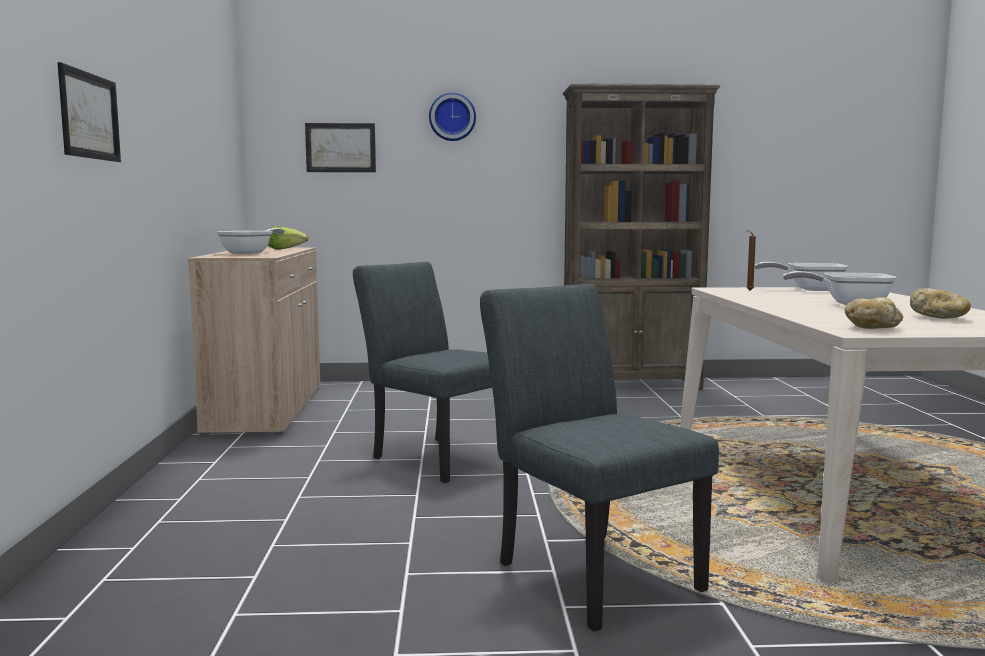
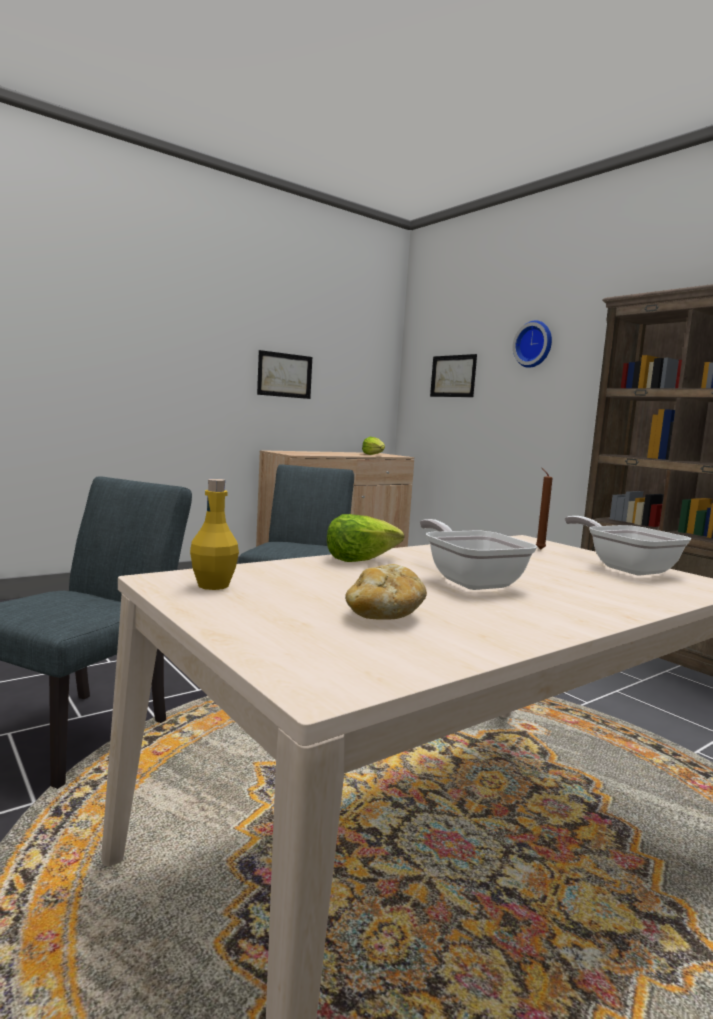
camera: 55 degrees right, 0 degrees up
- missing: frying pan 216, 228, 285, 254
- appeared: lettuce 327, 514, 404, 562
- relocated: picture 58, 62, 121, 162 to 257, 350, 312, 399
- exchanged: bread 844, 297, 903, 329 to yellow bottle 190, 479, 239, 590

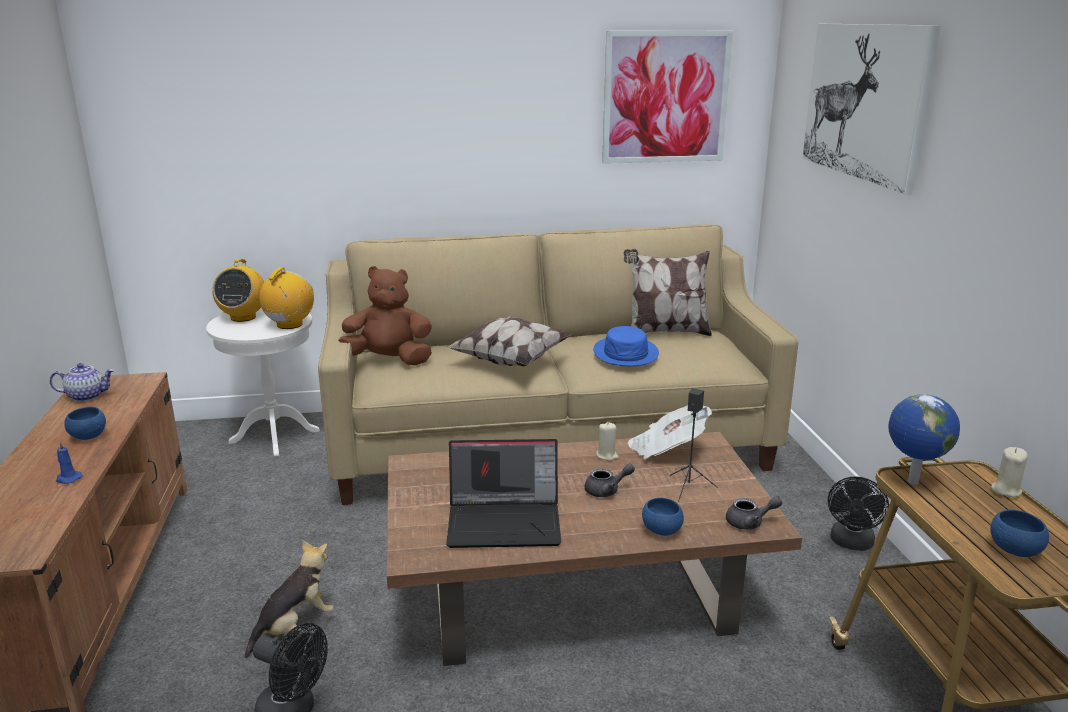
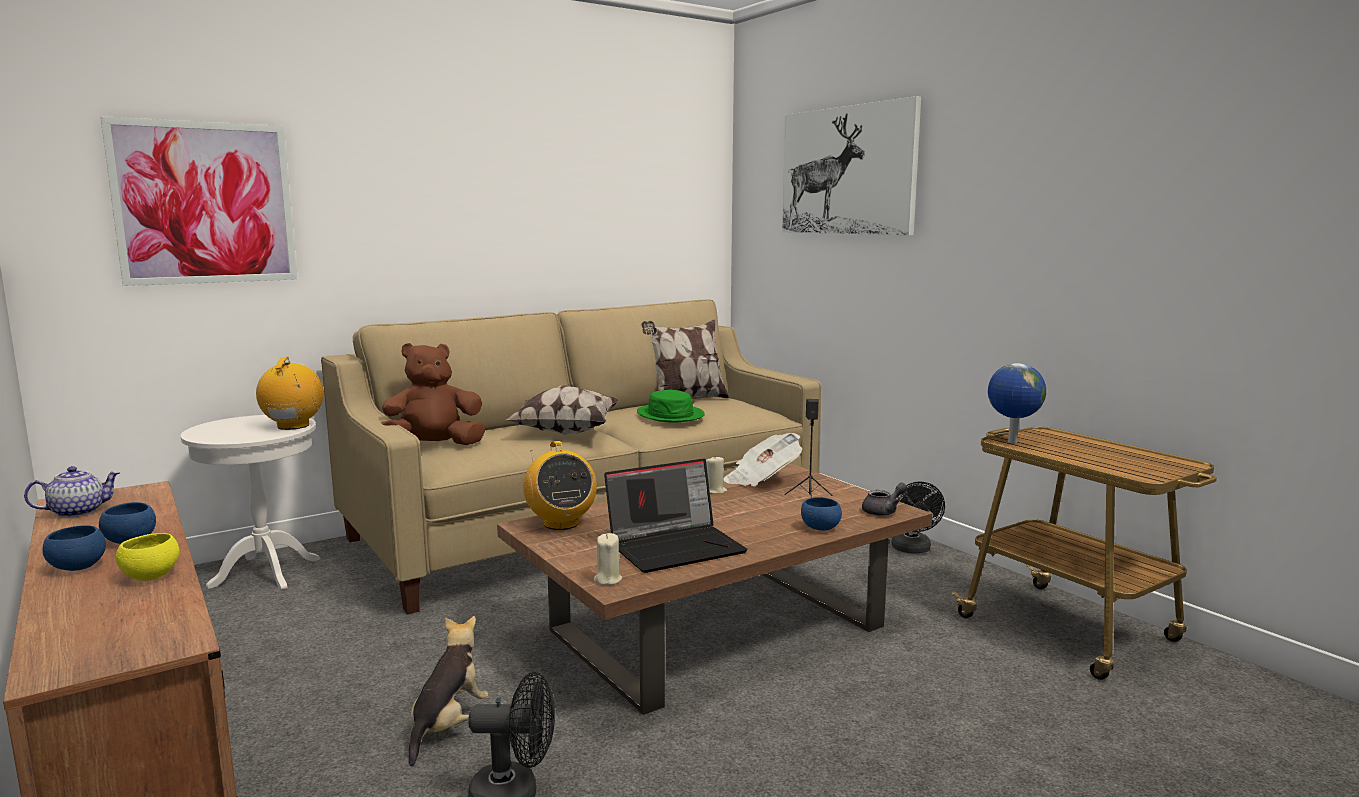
camera: 25 degrees left, 10 degrees down
- missing: grey teapot 585, 463, 635, 497
- relocated: radio 212, 259, 264, 322 to 523, 441, 597, 530
- relocated: picture 602, 30, 733, 164 to 101, 117, 297, 286
- relocated: blue bowl 990, 510, 1049, 557 to 42, 525, 106, 571
- relocated: beige candle 991, 447, 1028, 497 to 594, 533, 622, 585
- exchanged: blue candle 56, 441, 83, 484 to yellow bowl 116, 533, 180, 581
- colour: blue hat 593, 326, 659, 366 to green hat 637, 390, 705, 422

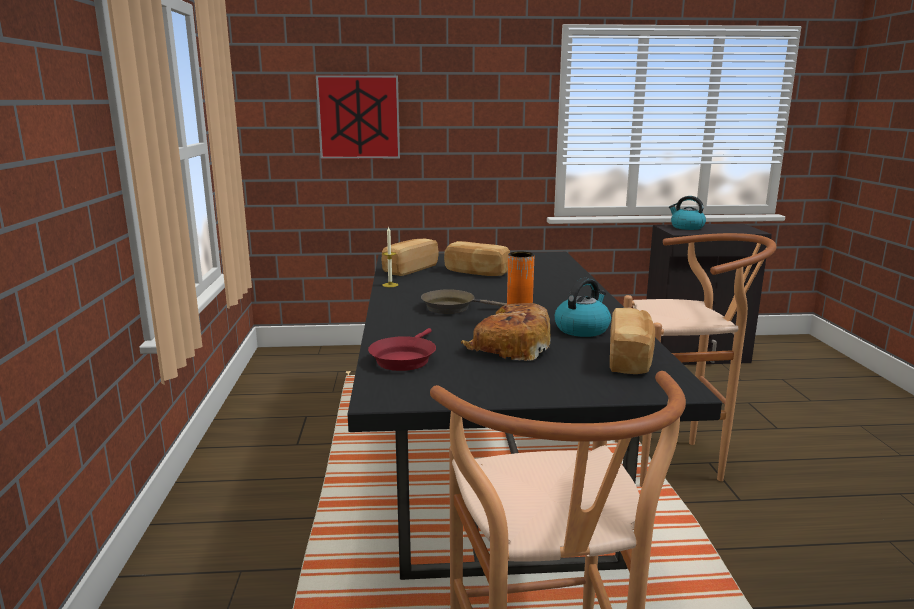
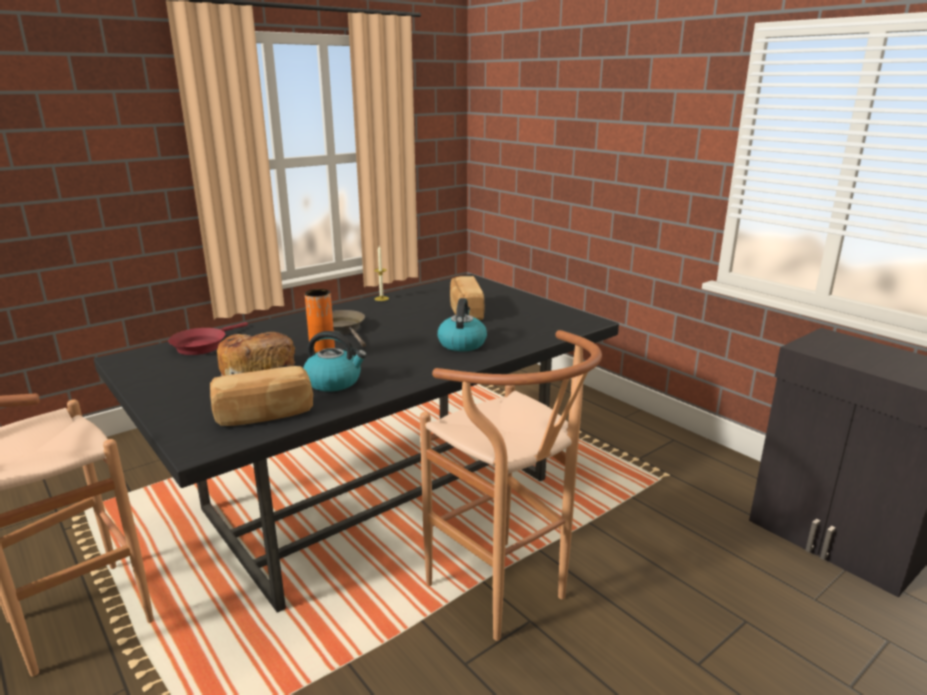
camera: 55 degrees right, 5 degrees up
- missing: picture 316, 75, 400, 159
- missing: bread 381, 239, 439, 276
- relocated: kettle 669, 196, 706, 230 to 437, 298, 487, 351
- spun: red frying pan 368, 328, 436, 371 = 168, 322, 248, 355 45 degrees counterclockwise

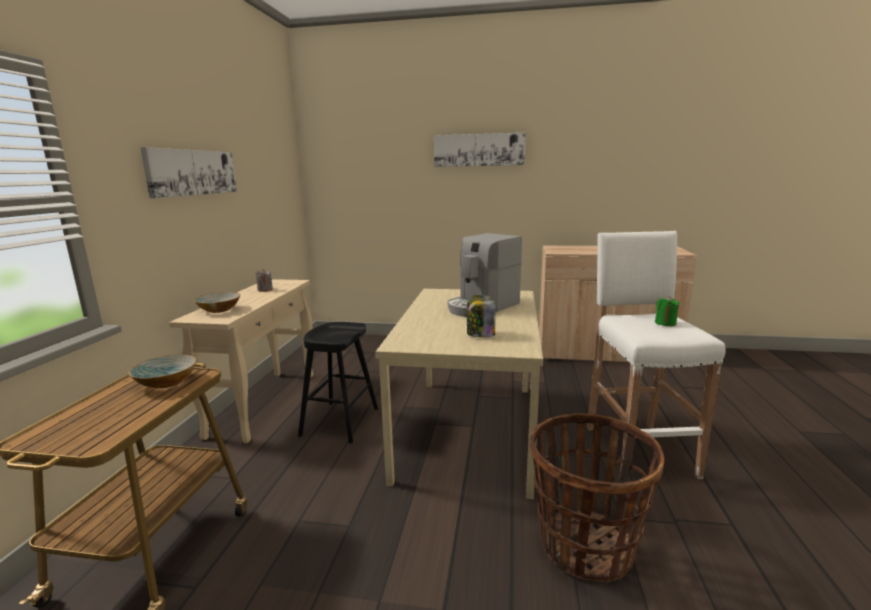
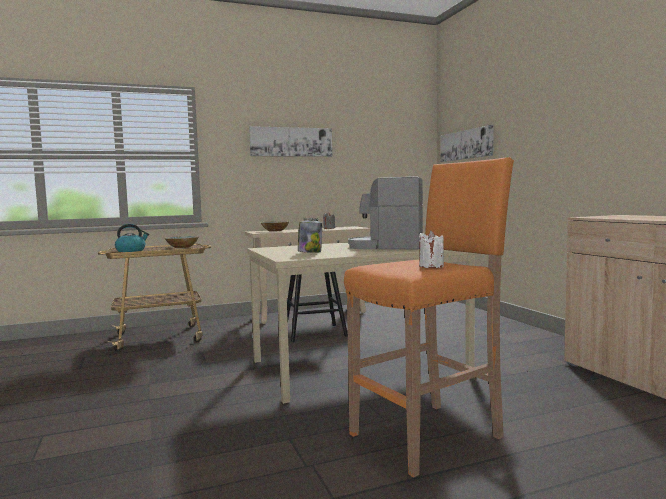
camera: 60 degrees right, 10 degrees down
- missing: basket 531, 413, 664, 582
- appeared: kettle 115, 224, 149, 252
- relocated: picture 434, 133, 526, 167 to 440, 125, 494, 162
- colour: white stool 587, 231, 725, 479 to orange stool 344, 157, 514, 478
- colour: green candle 655, 296, 680, 326 to white candle 419, 230, 444, 268

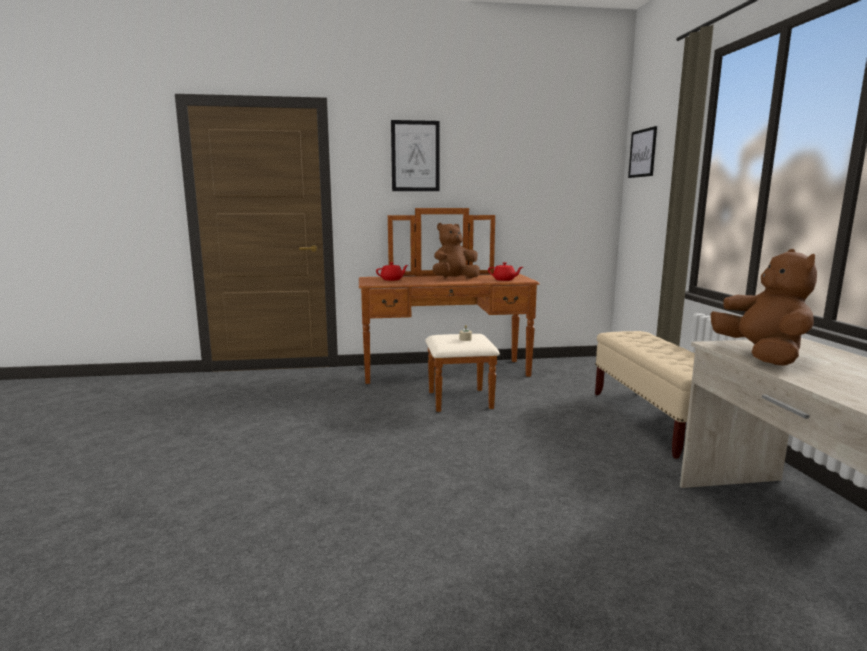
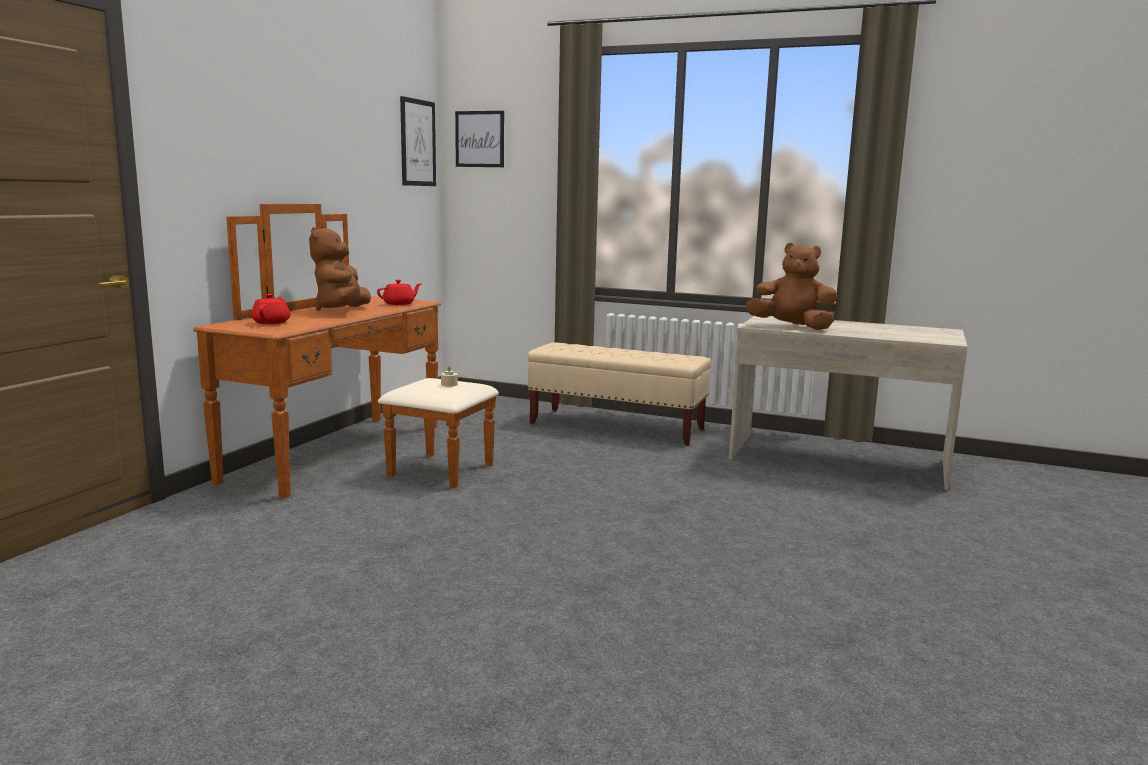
camera: 60 degrees left, 0 degrees up
- relocated: picture 391, 120, 440, 191 to 400, 96, 436, 186

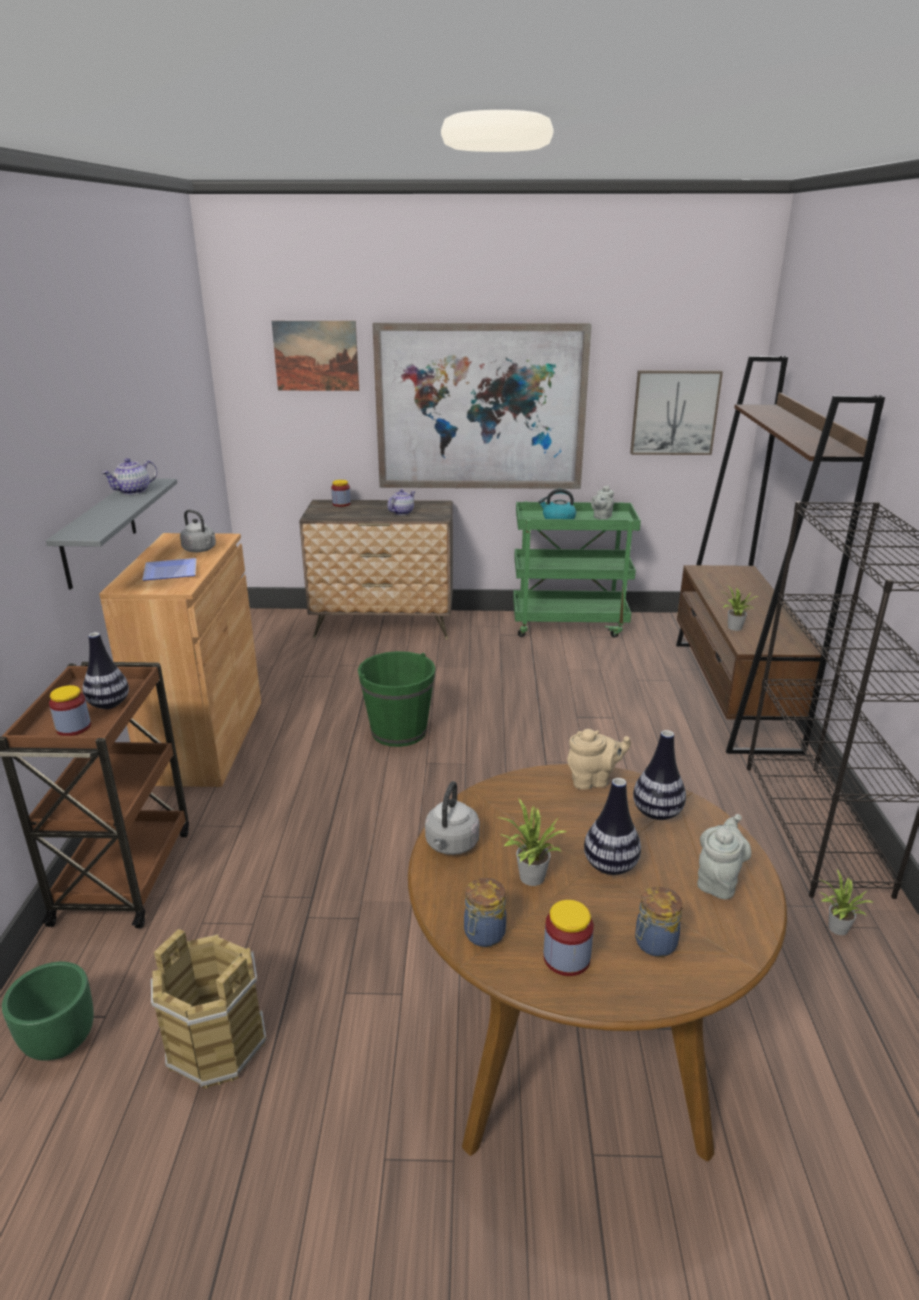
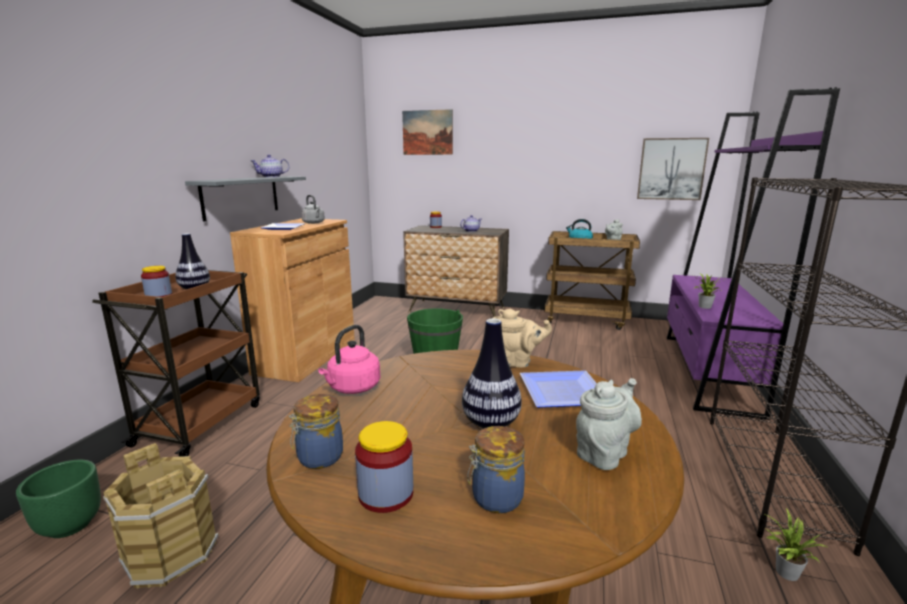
camera: 15 degrees right, 10 degrees down
- missing: picture 372, 323, 592, 489
- missing: potted plant 496, 798, 567, 886
- exchanged: vase 633, 730, 686, 820 to plate 520, 370, 597, 408
- colour: grey kettle 425, 781, 480, 855 to pink kettle 318, 325, 380, 394
- colour: green cart 513, 501, 641, 638 to brown cart 545, 231, 640, 330
- colour: brown bookcase 676, 356, 885, 755 to purple bookcase 667, 88, 840, 420

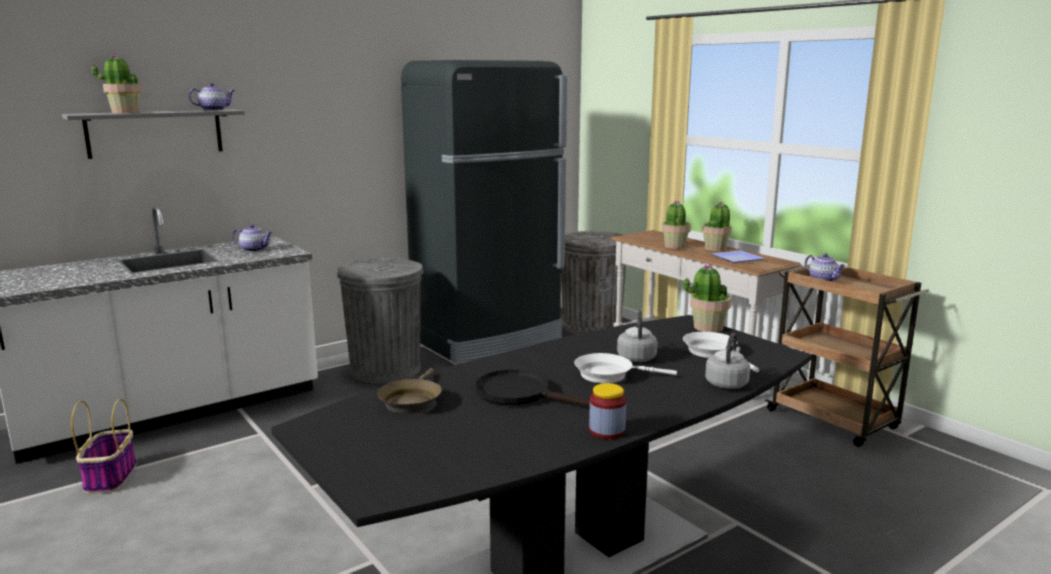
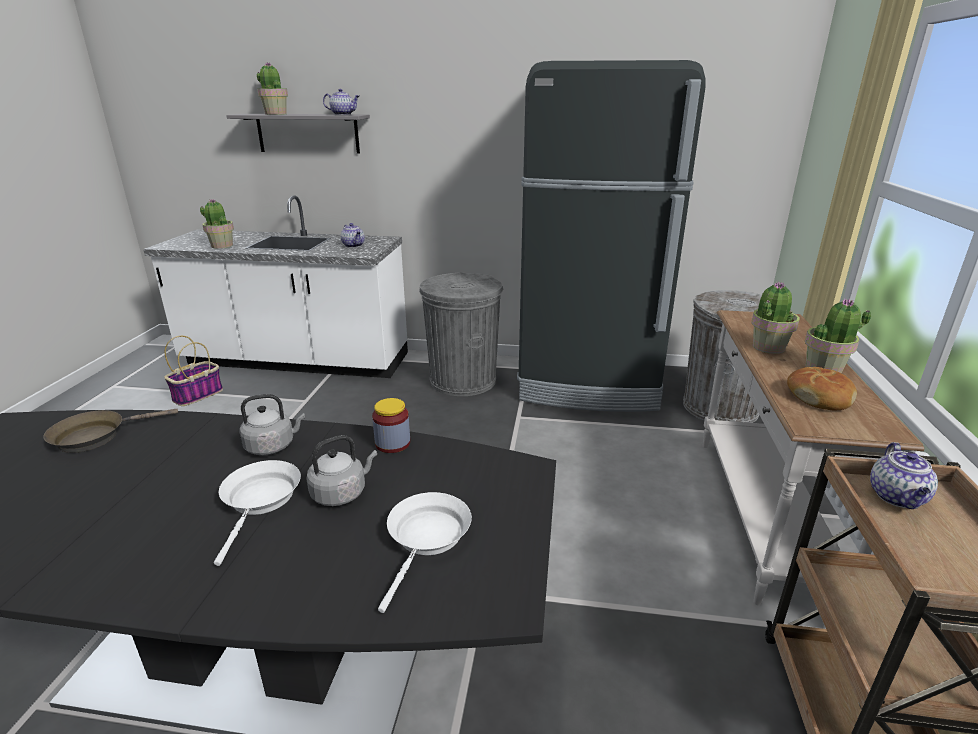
camera: 45 degrees right, 10 degrees up
- missing: black frying pan 475, 370, 590, 407
- relocated: jar 589, 383, 626, 439 to 372, 398, 410, 453
- relocated: potted plant 683, 263, 731, 332 to 200, 199, 234, 249
- relocated: grey kettle 705, 333, 750, 389 to 239, 394, 305, 455
- exchanged: plate 712, 250, 765, 263 to bread 787, 367, 857, 410
- spun: white frying pan 574, 353, 677, 383 = 214, 460, 301, 566 45 degrees clockwise

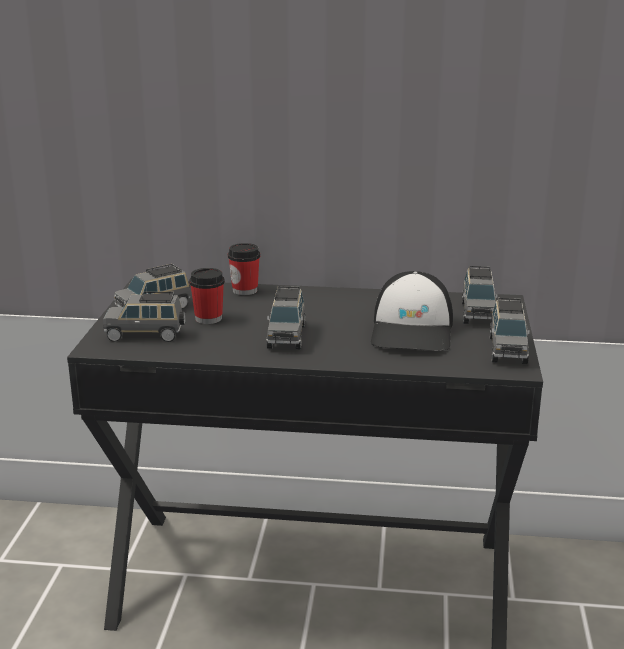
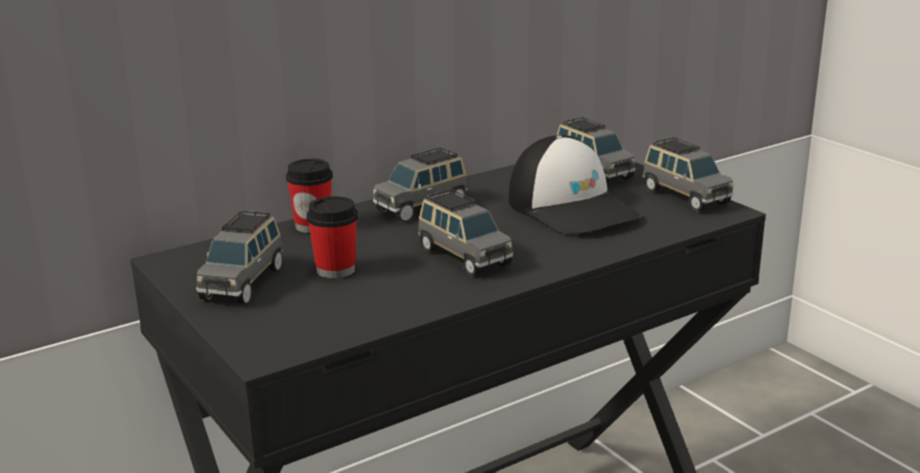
camera: 40 degrees left, 0 degrees up
- relocated: grey toy car 103, 292, 185, 342 to 373, 147, 468, 222

